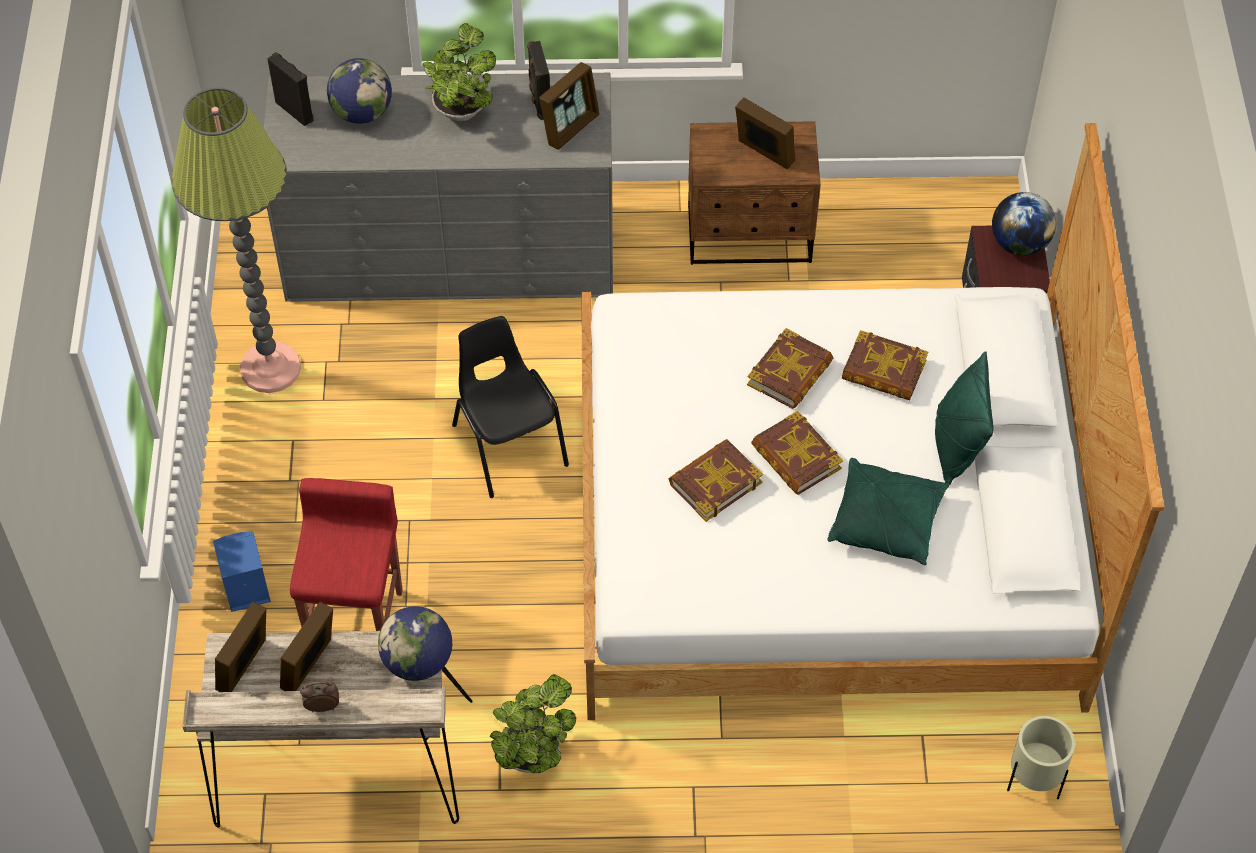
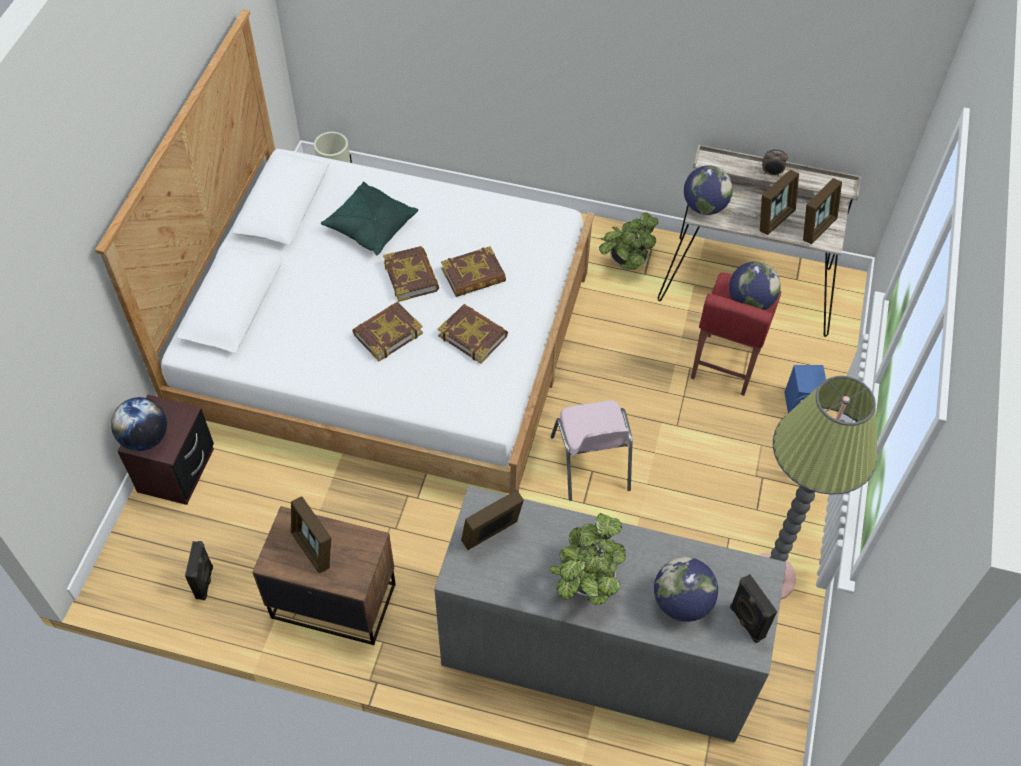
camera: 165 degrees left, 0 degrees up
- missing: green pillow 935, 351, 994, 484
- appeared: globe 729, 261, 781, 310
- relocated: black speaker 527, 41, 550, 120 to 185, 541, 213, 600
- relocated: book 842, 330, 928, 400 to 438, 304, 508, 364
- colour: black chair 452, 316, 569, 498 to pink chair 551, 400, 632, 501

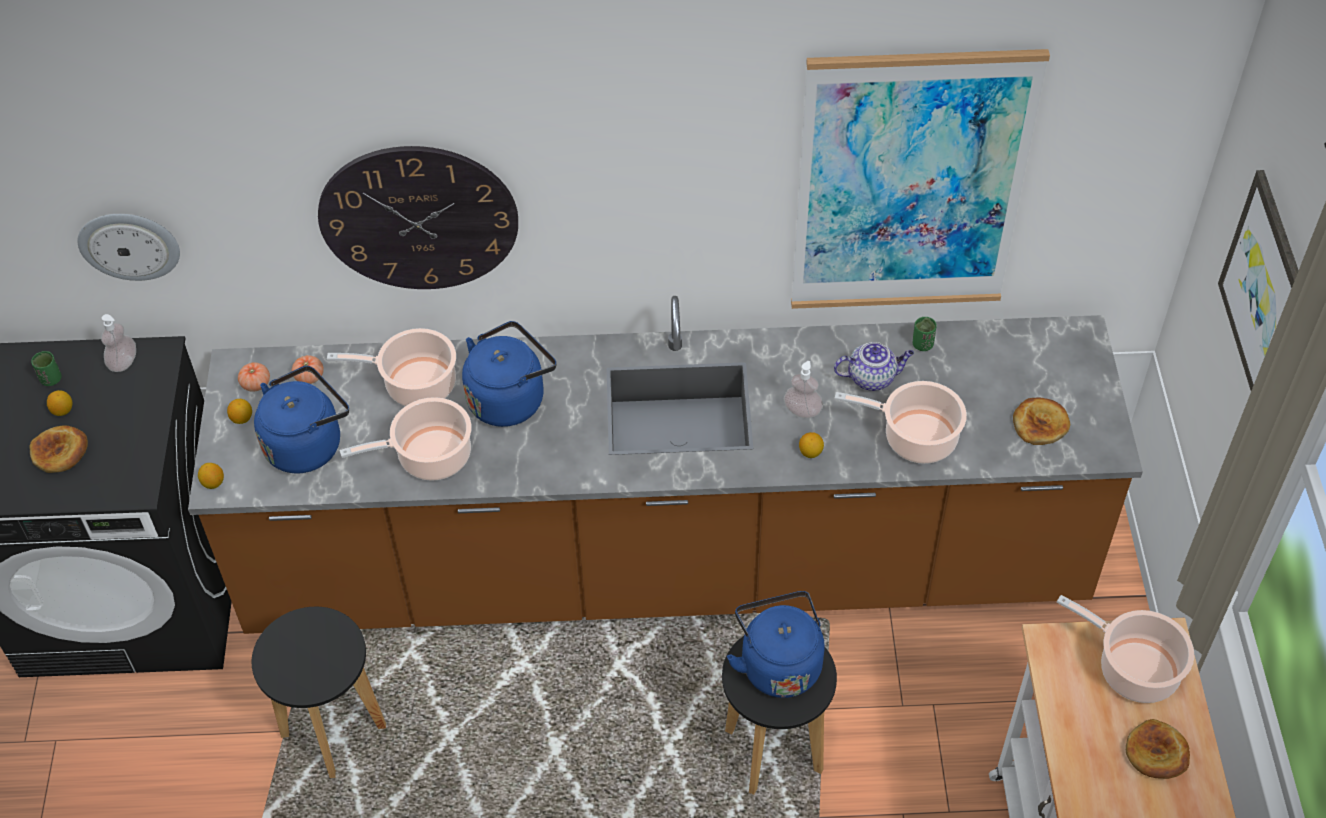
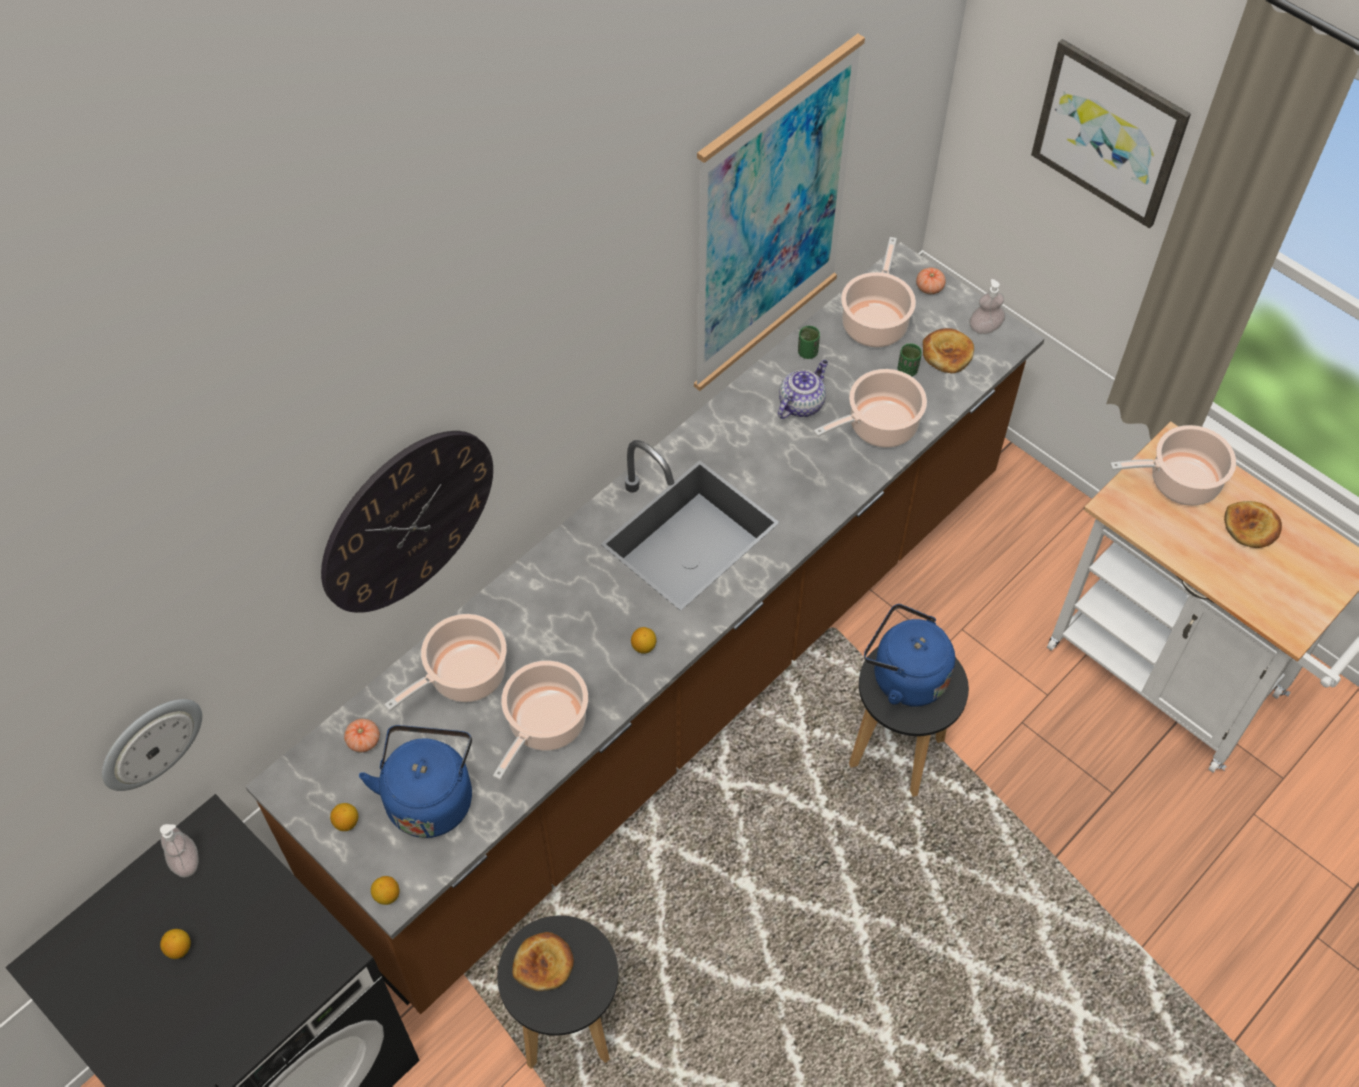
camera: 45 degrees left, 5 degrees up
- missing: blue kettle 462, 321, 556, 427
- appeared: cooking pot 841, 237, 916, 348
- relocated: bread 29, 425, 88, 473 to 512, 932, 574, 991
- relocated: green cup 31, 351, 62, 386 to 898, 343, 922, 376
- relocated: tomato 238, 362, 270, 392 to 916, 267, 946, 294
- relocated: soap dispenser 784, 361, 823, 418 to 969, 279, 1005, 334
- relocated: lemon 799, 432, 824, 458 to 631, 627, 656, 654

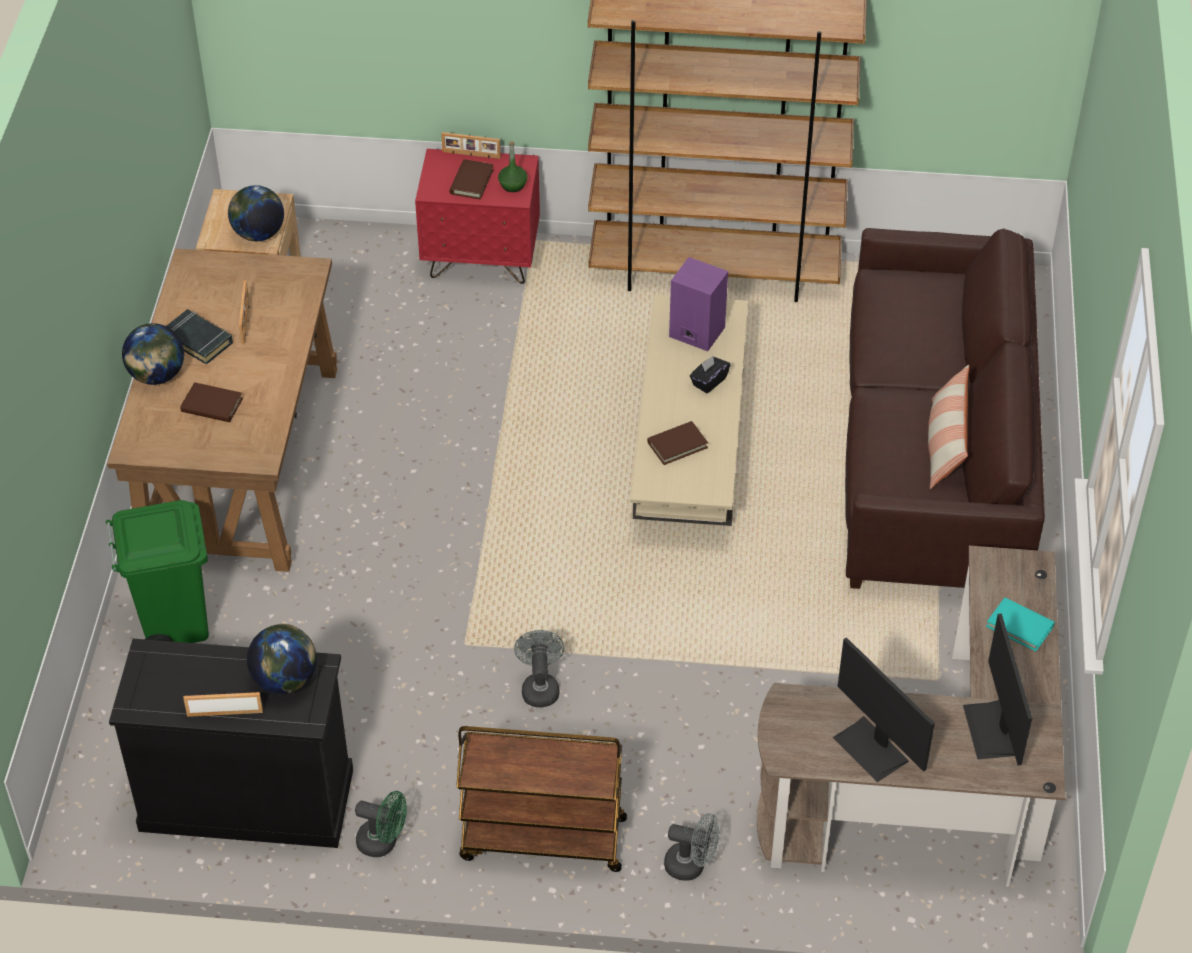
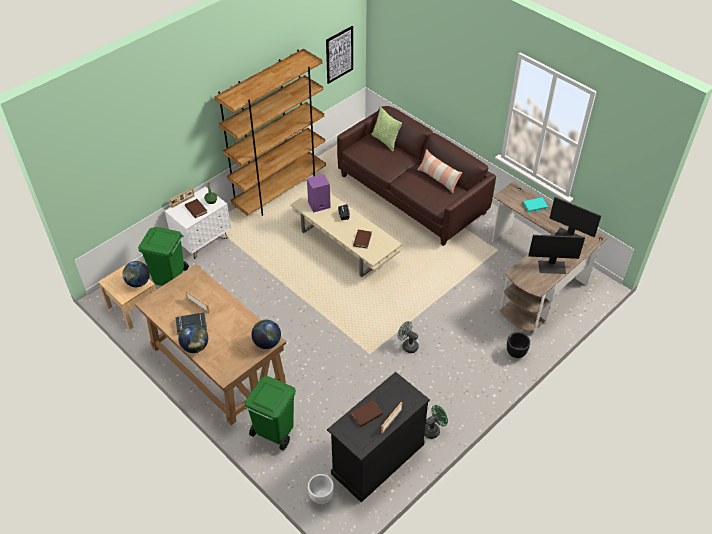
camera: 50 degrees left, 0 degrees up
- missing: brown cart 456, 726, 627, 872
- appeared: green trash can 138, 227, 189, 286
- appeared: white planter 308, 474, 334, 504
- appeared: picture 326, 26, 353, 84
- appeared: pillow 371, 107, 402, 152
- relocated: brown book 181, 382, 243, 422 to 351, 400, 383, 427
- relocated: globe 247, 624, 317, 694 to 252, 320, 281, 349
- exchanged: grey fan 664, 813, 719, 881 to black planter 507, 332, 530, 358
- colour: red nightstand 415, 149, 540, 284 to white nightstand 165, 187, 231, 259

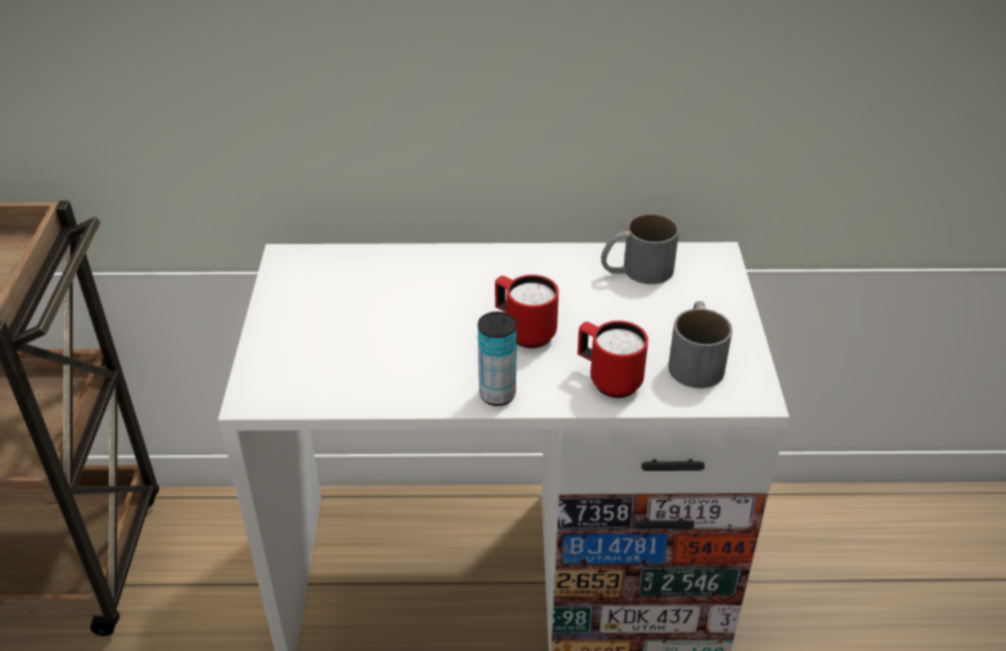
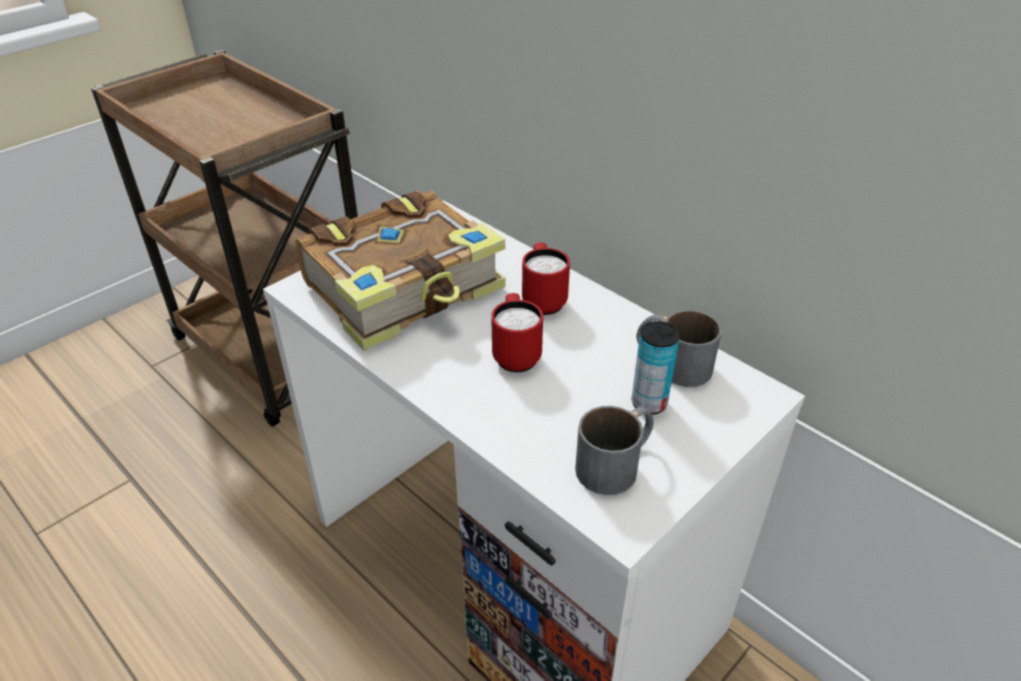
camera: 45 degrees right, 0 degrees up
- appeared: book 296, 190, 506, 351
- relocated: can 478, 311, 517, 406 to 632, 321, 680, 415
- relocated: red mug 577, 321, 648, 398 to 522, 243, 570, 315

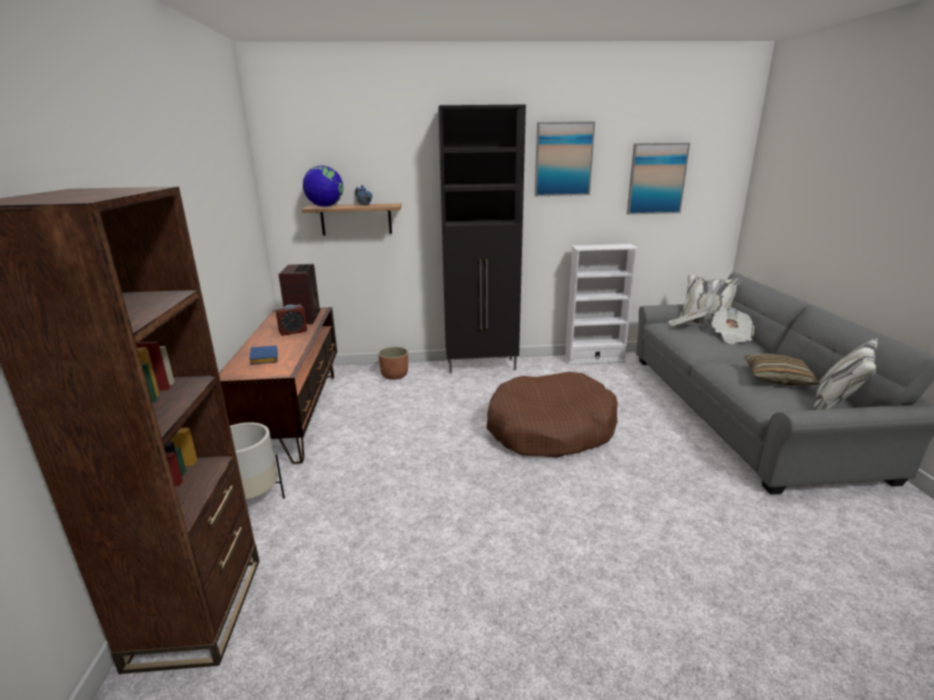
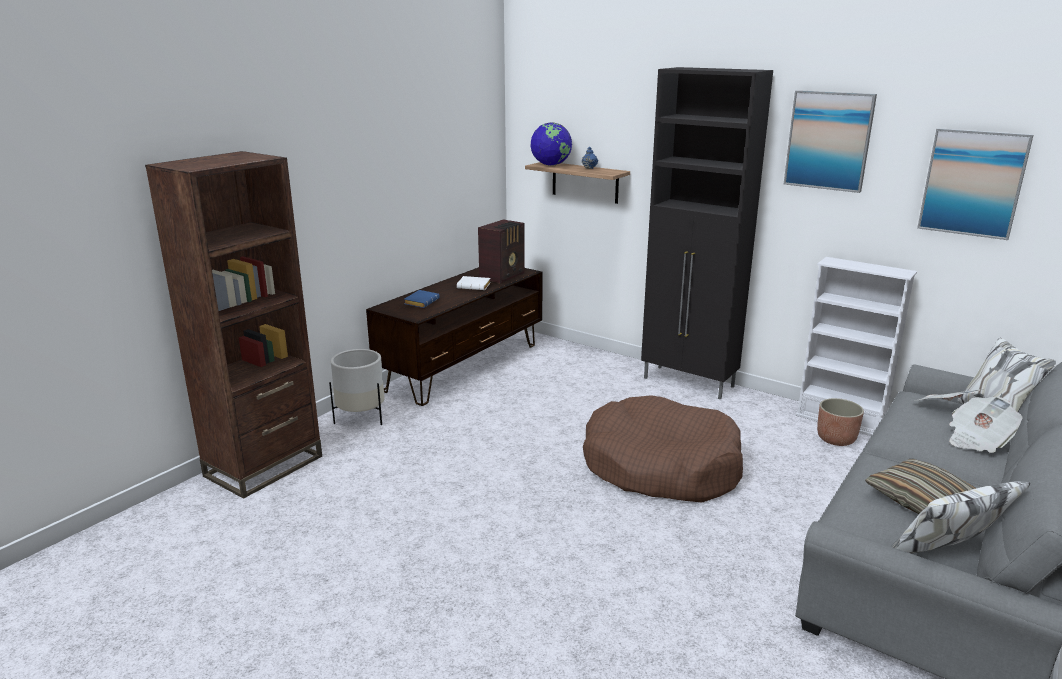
camera: 40 degrees right, 0 degrees up
- relocated: planter 378, 347, 408, 380 to 817, 398, 864, 446
- exchanged: alarm clock 275, 305, 307, 336 to white book 457, 276, 491, 290

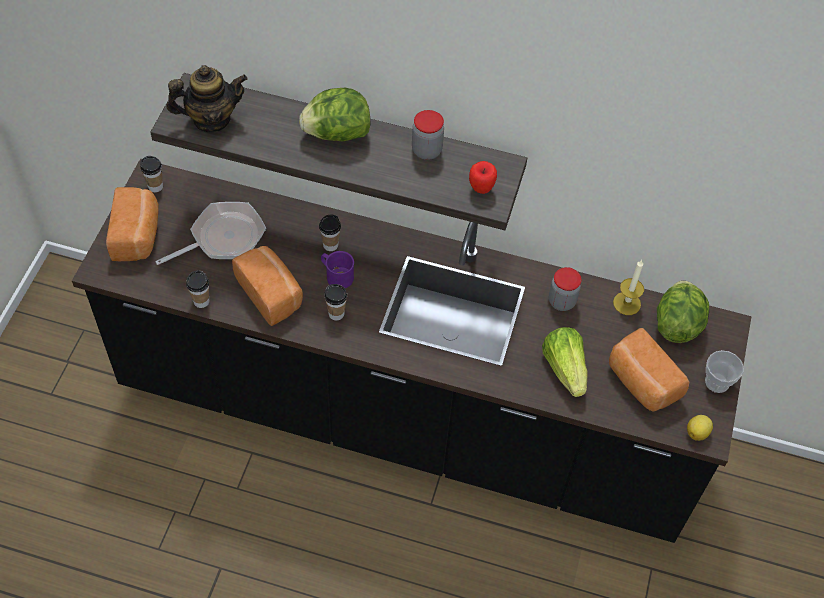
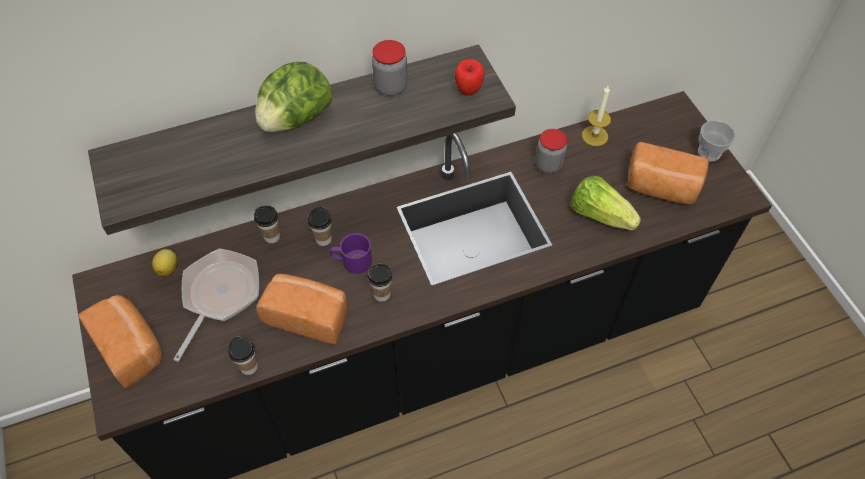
camera: 35 degrees left, 0 degrees up
- missing: teapot 166, 65, 248, 133
- missing: lettuce 657, 280, 709, 343
- relocated: cup 140, 156, 163, 192 to 254, 205, 280, 243
- relocated: lemon 687, 415, 713, 441 to 152, 249, 177, 276

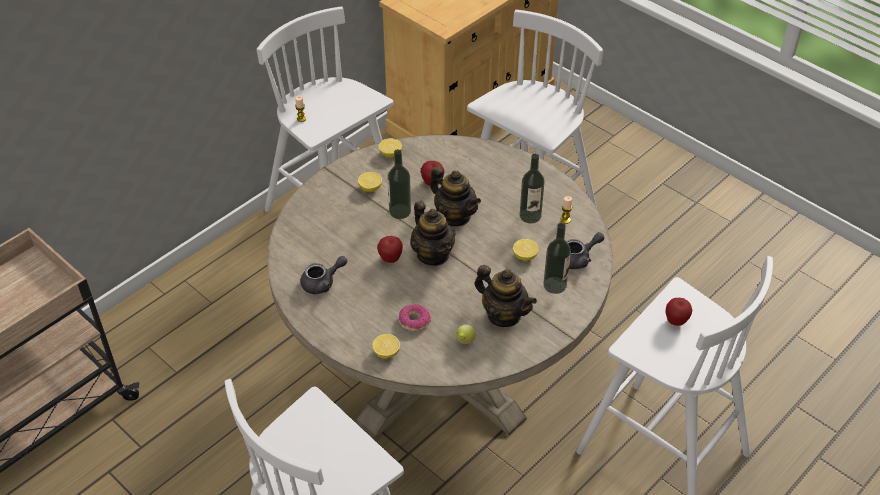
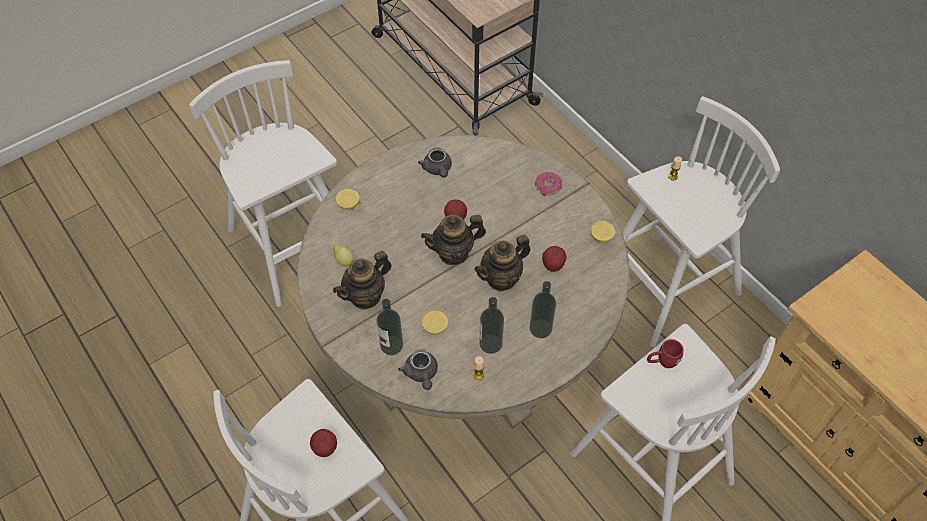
camera: 100 degrees right, 10 degrees up
- missing: lemon 358, 172, 382, 192
- appeared: red mug 647, 339, 683, 368
- relocated: bottle 388, 149, 411, 219 to 530, 281, 556, 338
- relocated: donut 399, 304, 431, 331 to 535, 172, 562, 196

